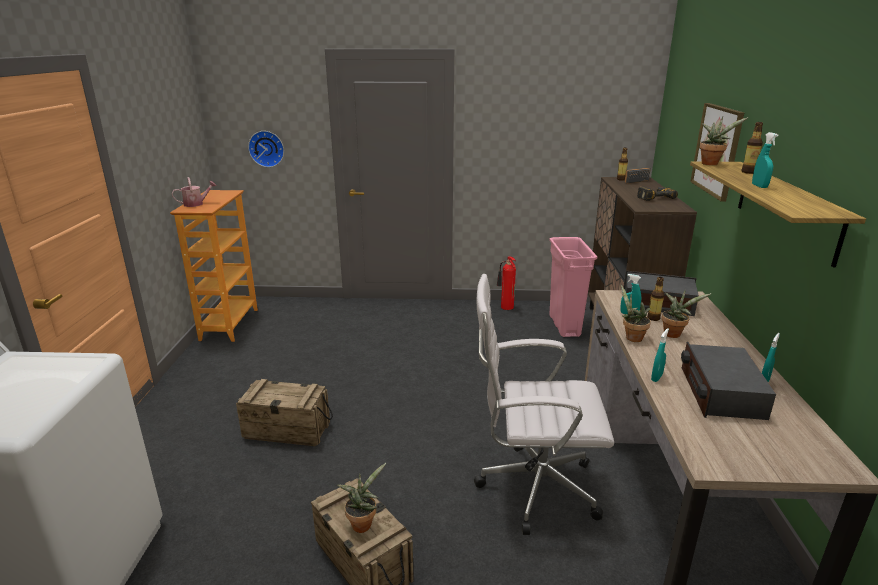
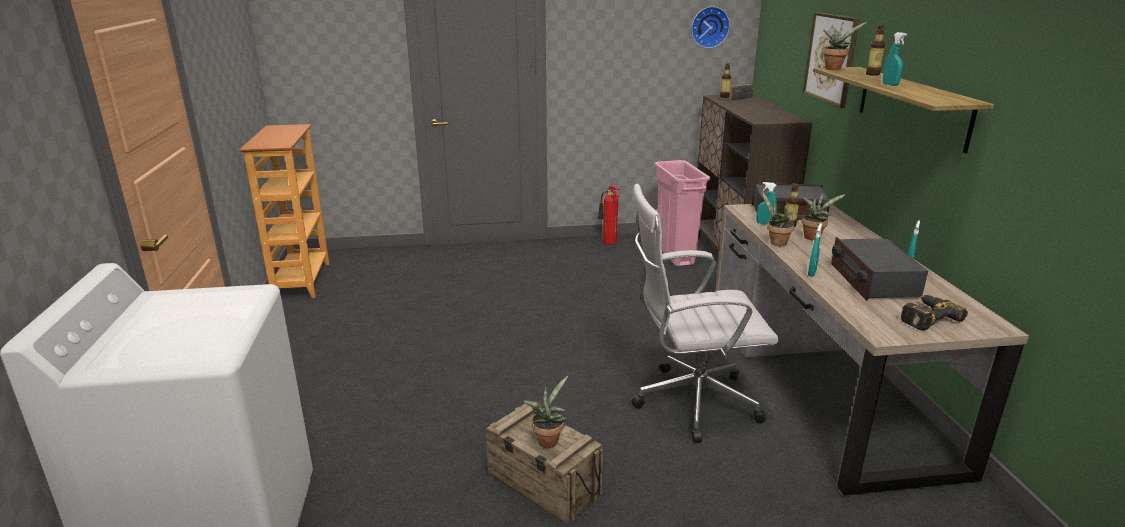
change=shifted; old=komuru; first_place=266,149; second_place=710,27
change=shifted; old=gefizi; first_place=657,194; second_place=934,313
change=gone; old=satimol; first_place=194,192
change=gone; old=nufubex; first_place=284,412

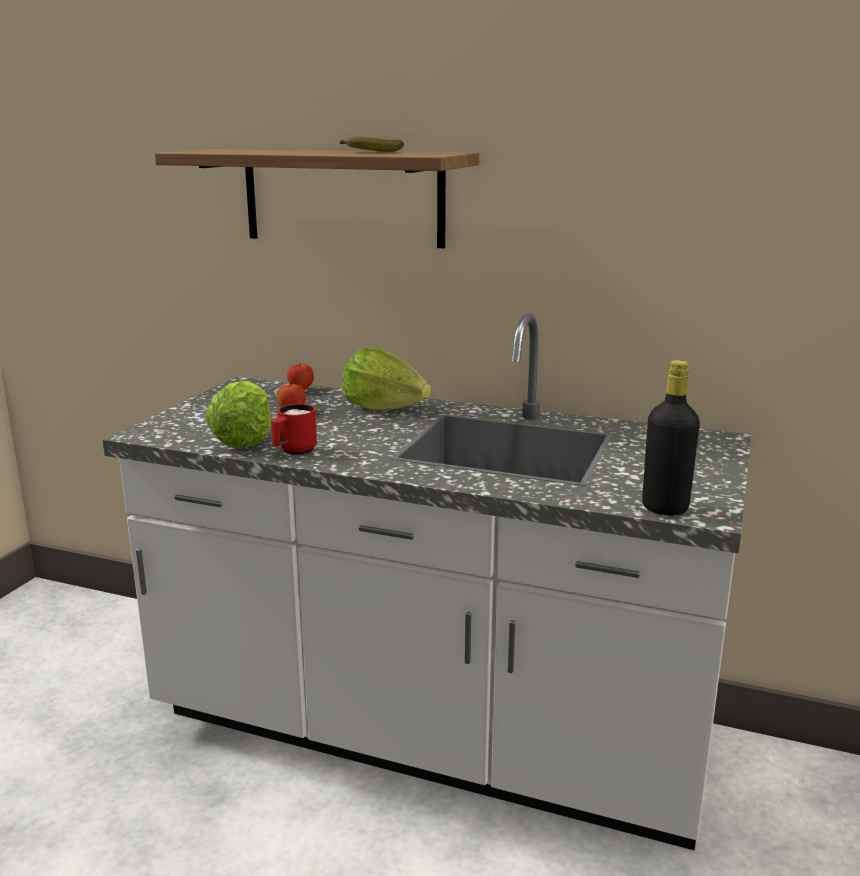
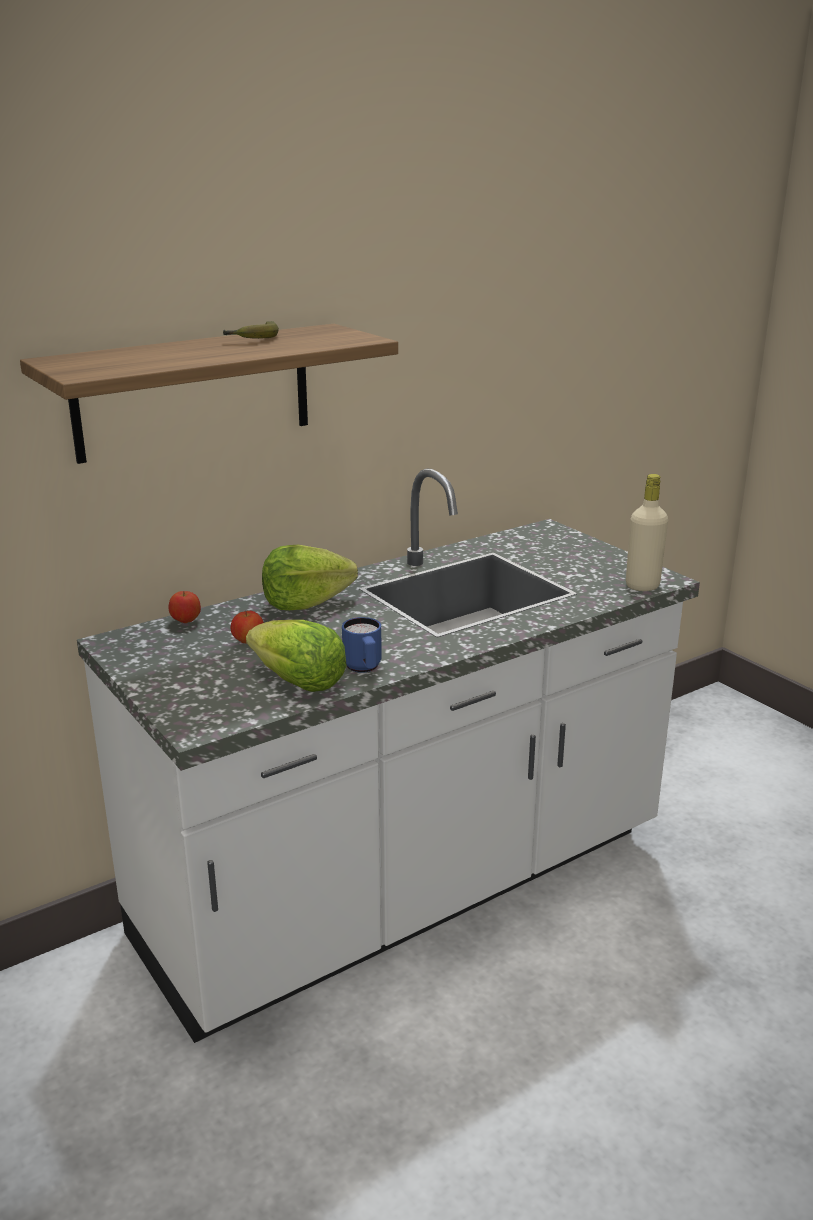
change=repainted; old=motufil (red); new=motufil (blue); first_place=294,429; second_place=362,645
change=repainted; old=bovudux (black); new=bovudux (beige); first_place=671,437; second_place=647,532

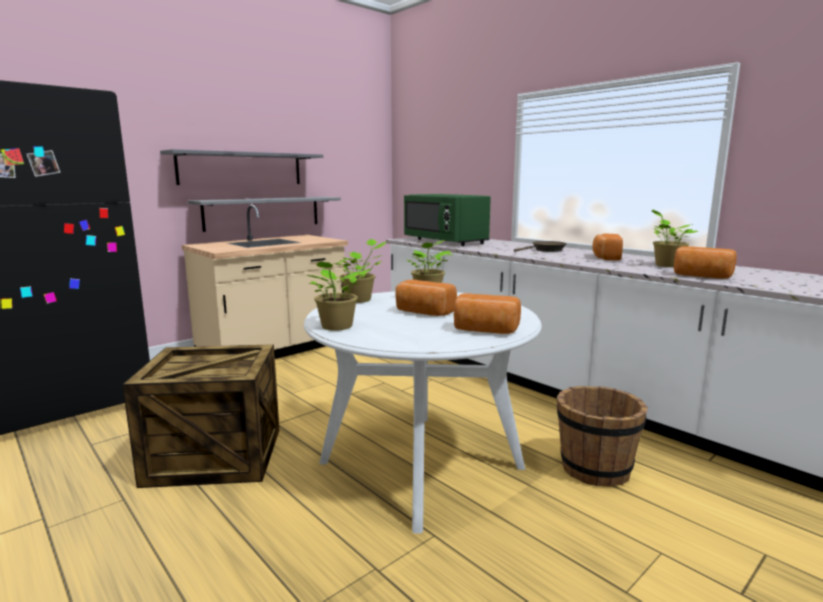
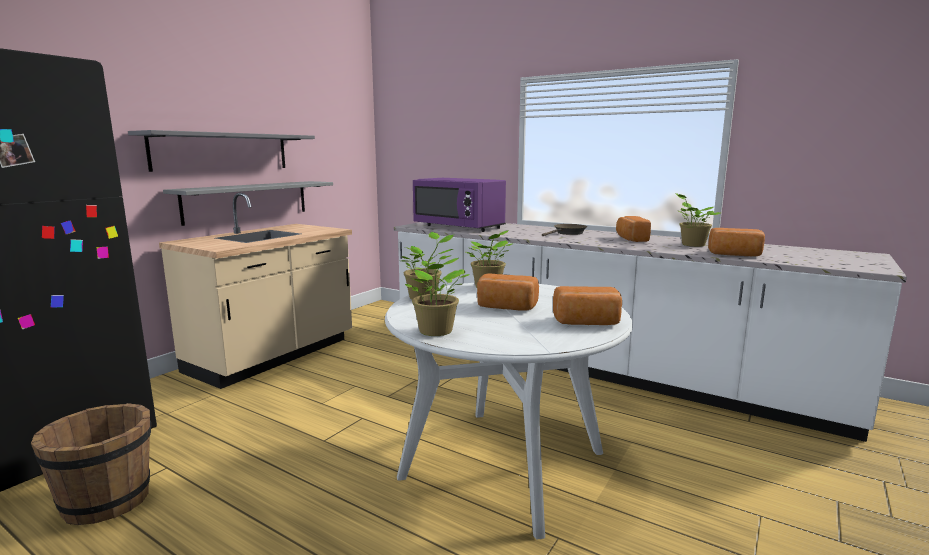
change=shifted; old=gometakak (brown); first_place=602,436; second_place=91,464
change=repainted; old=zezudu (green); new=zezudu (purple); first_place=447,220; second_place=459,205
change=gone; old=nufubex; first_place=200,416

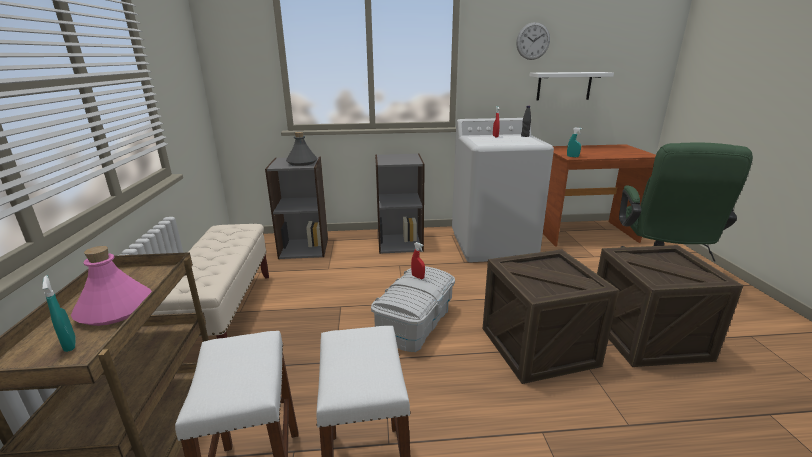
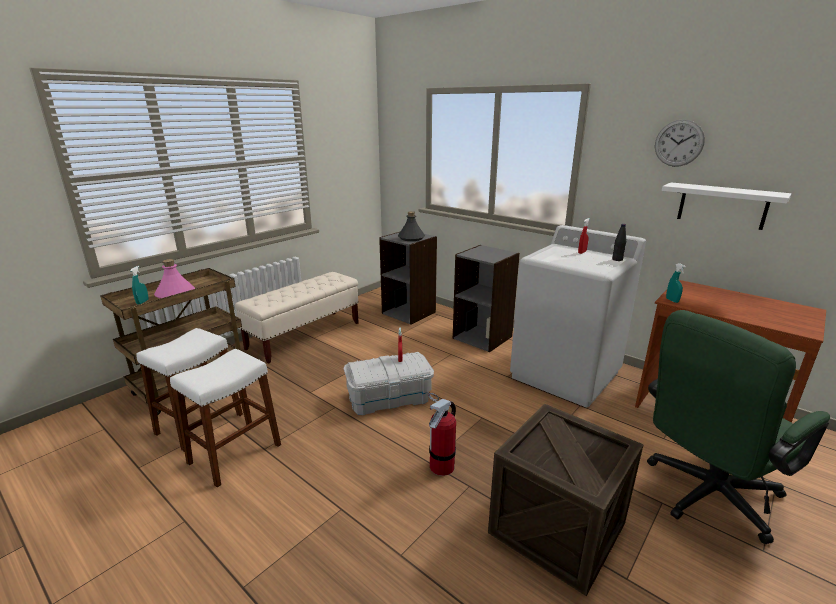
change=swapped; old=nufubex; new=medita; first_place=551,316; second_place=442,434

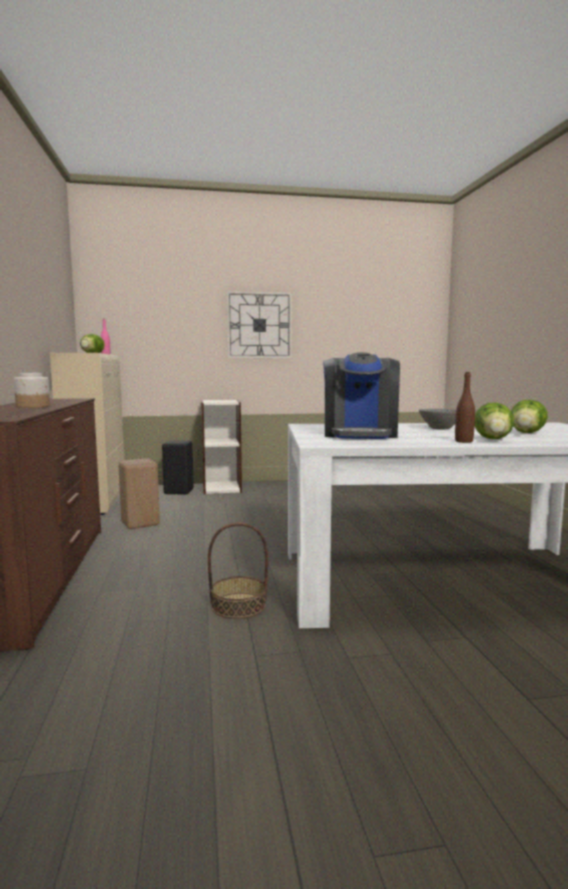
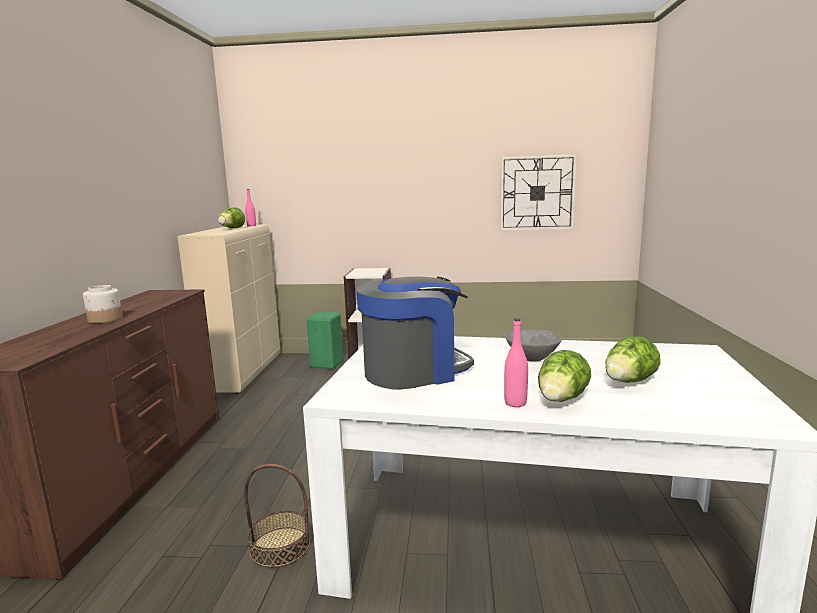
change=repainted; old=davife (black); new=davife (green); first_place=178,467; second_place=325,340
change=rotated; old=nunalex; first_place=361,395; second_place=415,333; degrees=-135
change=shifted; old=komuru; first_place=259,324; second_place=538,192
change=repainted; old=bovudux (brown); new=bovudux (pink); first_place=465,407; second_place=516,362
change=gone; old=davife (beige); first_place=139,493

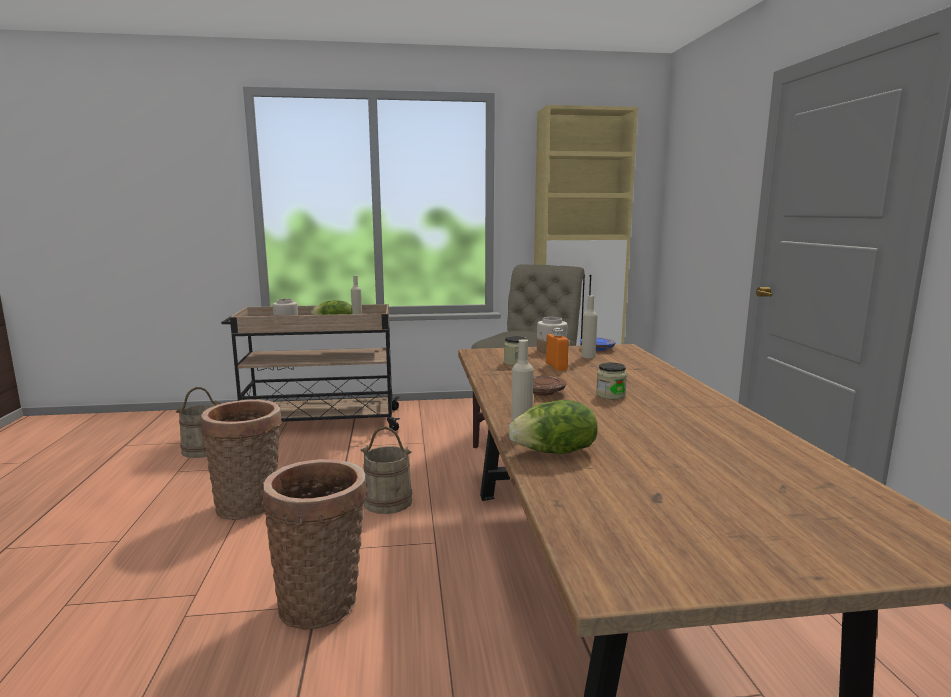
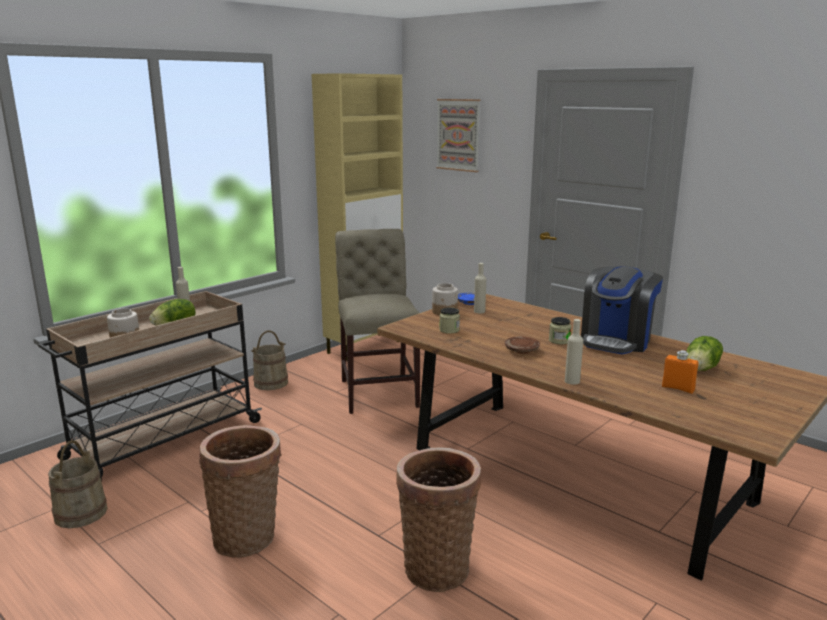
change=shifted; old=gometakak (beige); first_place=386,470; second_place=270,360
change=new; new=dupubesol; second_place=458,135
change=new; new=nunalex; second_place=622,310
change=shifted; old=bovudux (orange); first_place=557,349; second_place=680,372
change=shifted; old=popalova; first_place=553,427; second_place=704,353

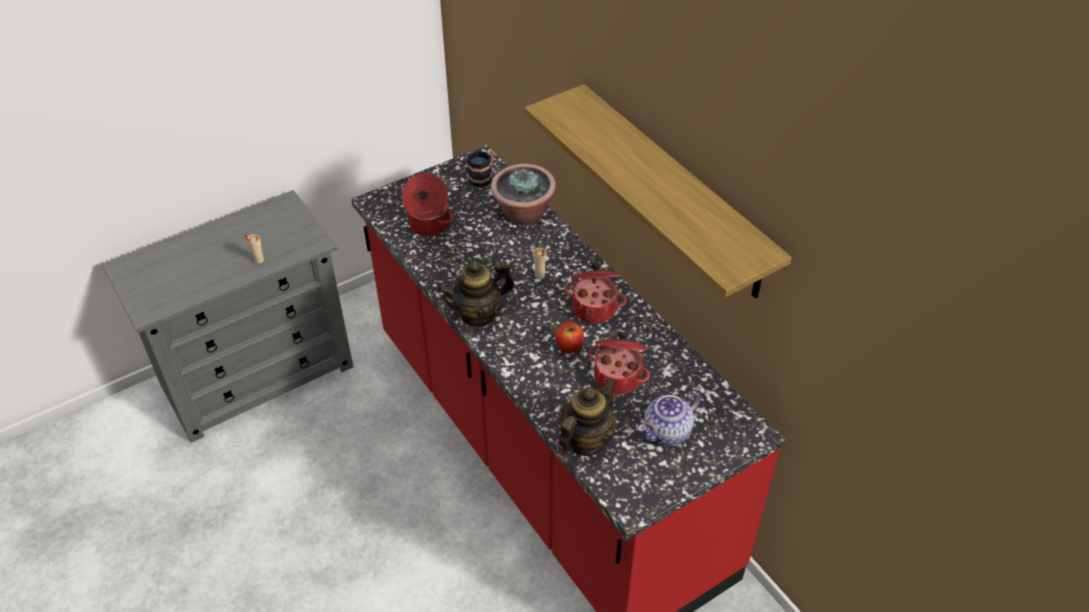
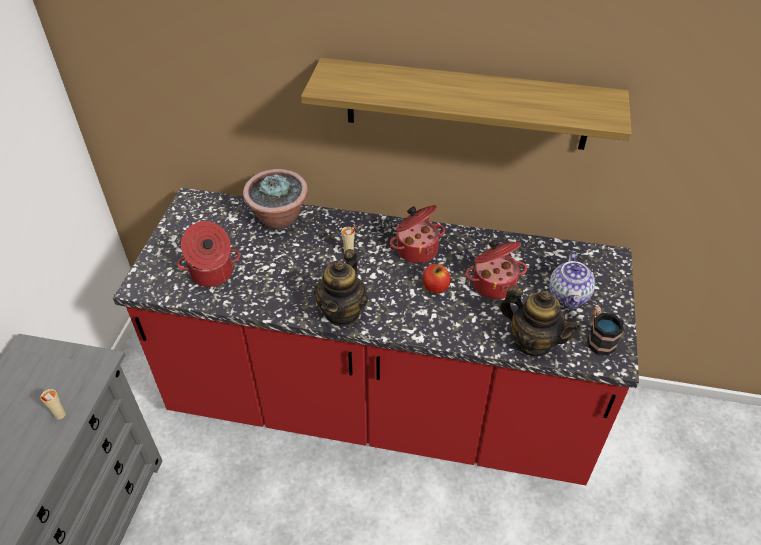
change=rotated; old=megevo; first_place=587,417; second_place=540,320; degrees=135
change=shifted; old=motufil; first_place=480,168; second_place=606,331

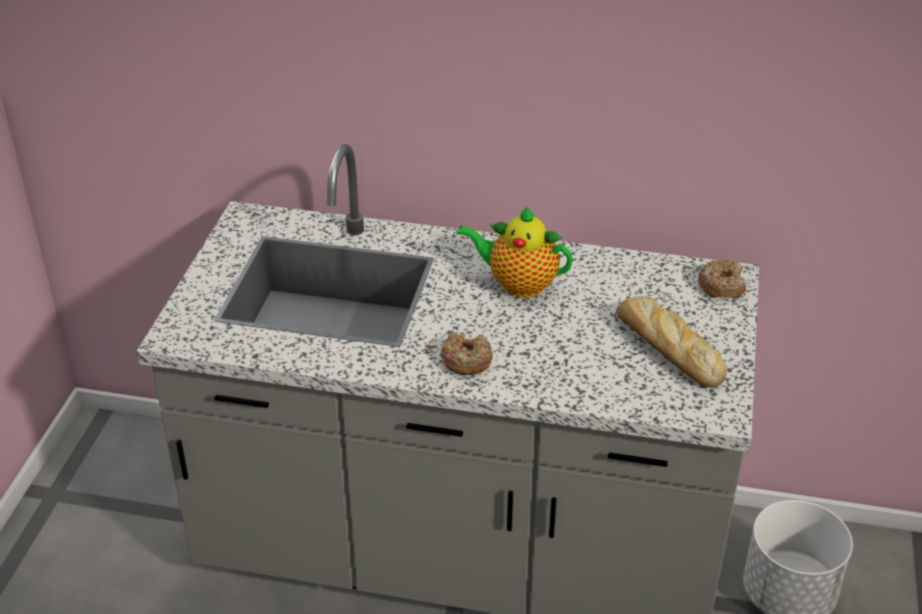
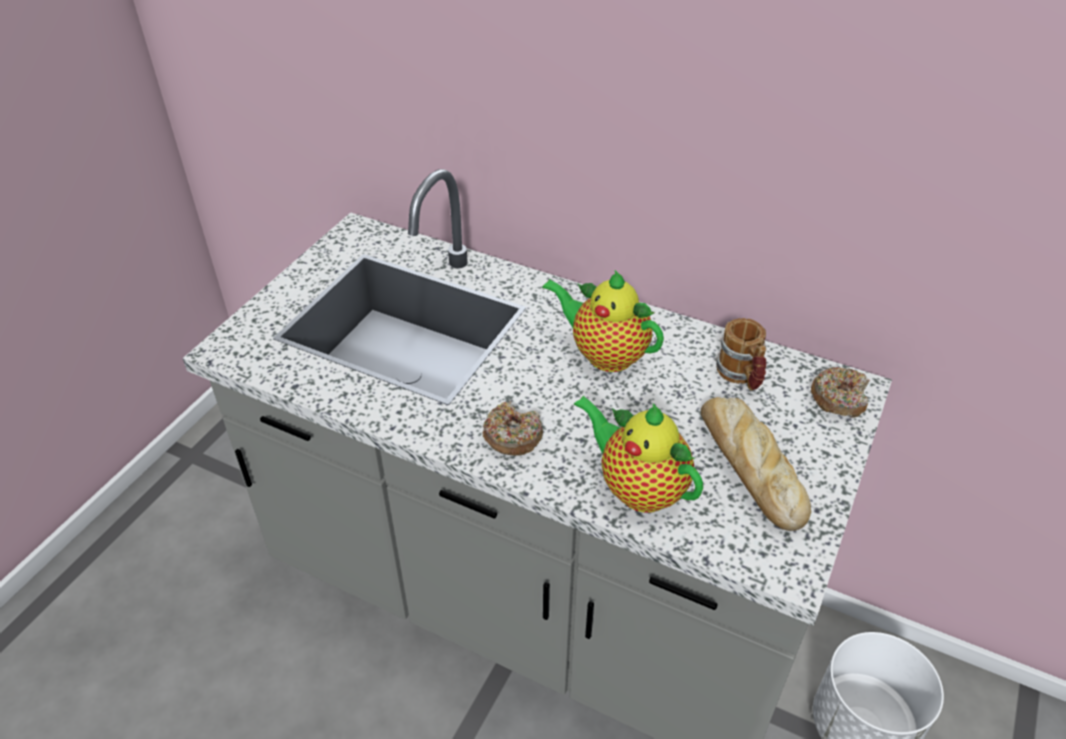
change=new; new=megevo; second_place=638,454
change=new; new=motufil; second_place=741,354

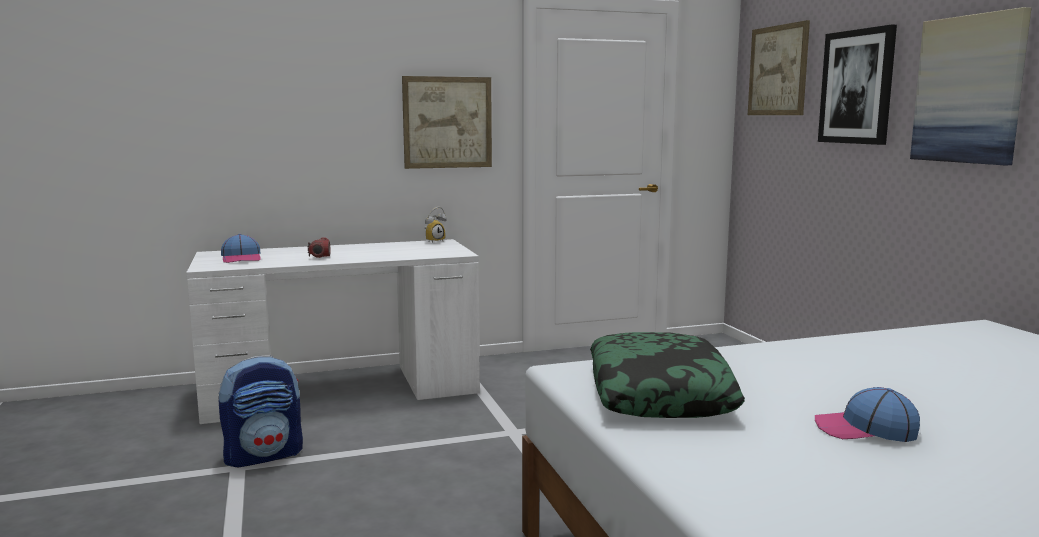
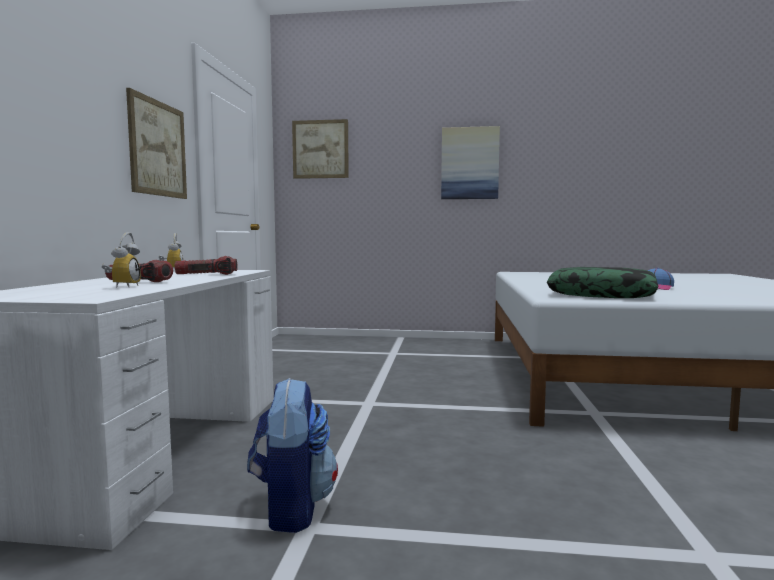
change=new; new=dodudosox; second_place=121,260
change=new; new=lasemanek; second_place=206,265
change=gone; old=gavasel; first_place=241,248
change=gone; old=dupubesol; first_place=857,84

